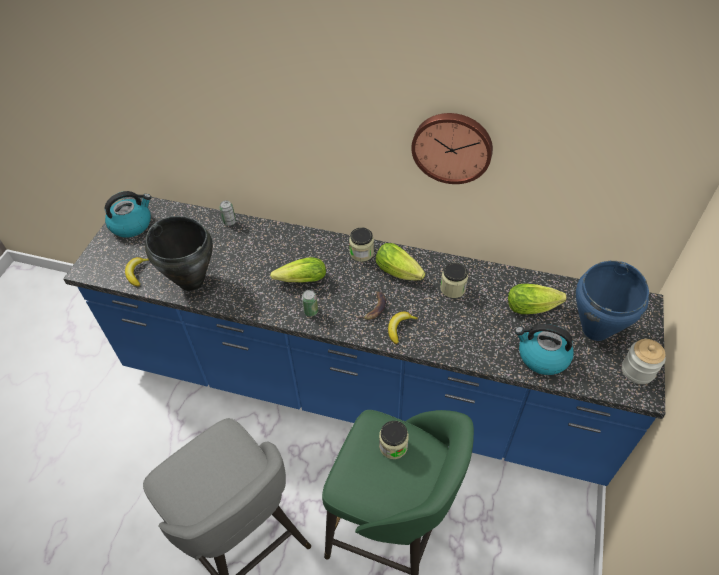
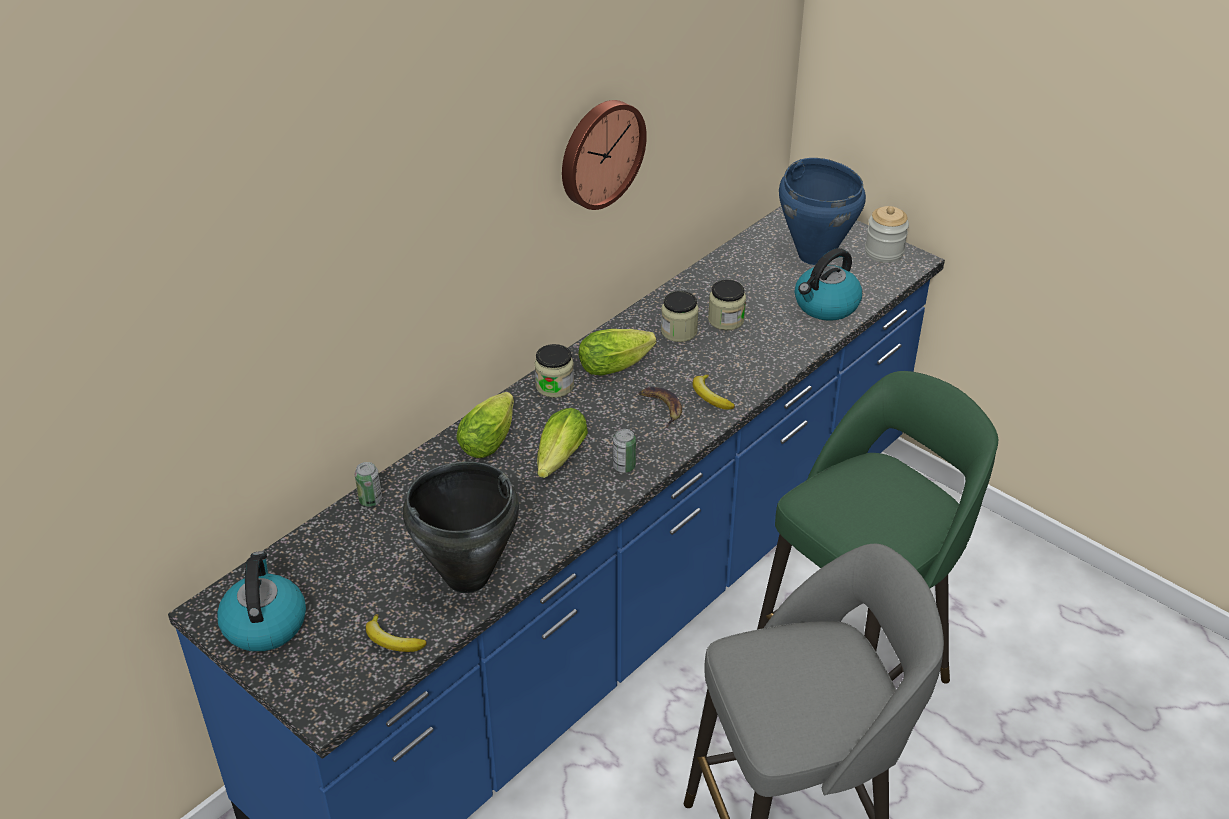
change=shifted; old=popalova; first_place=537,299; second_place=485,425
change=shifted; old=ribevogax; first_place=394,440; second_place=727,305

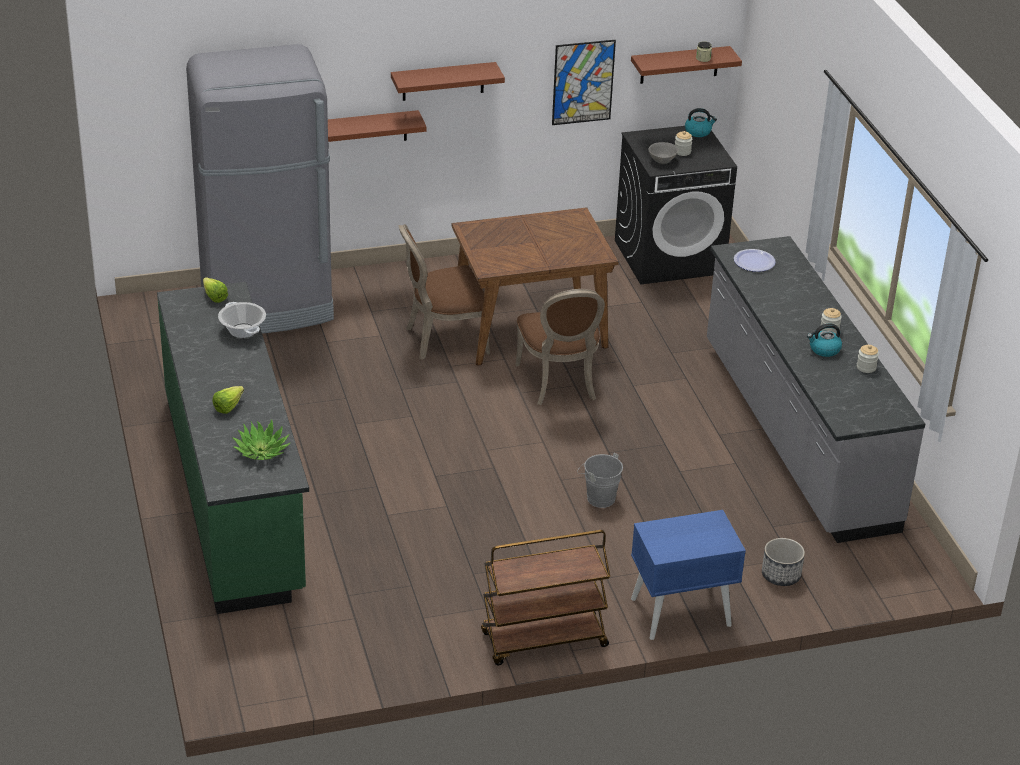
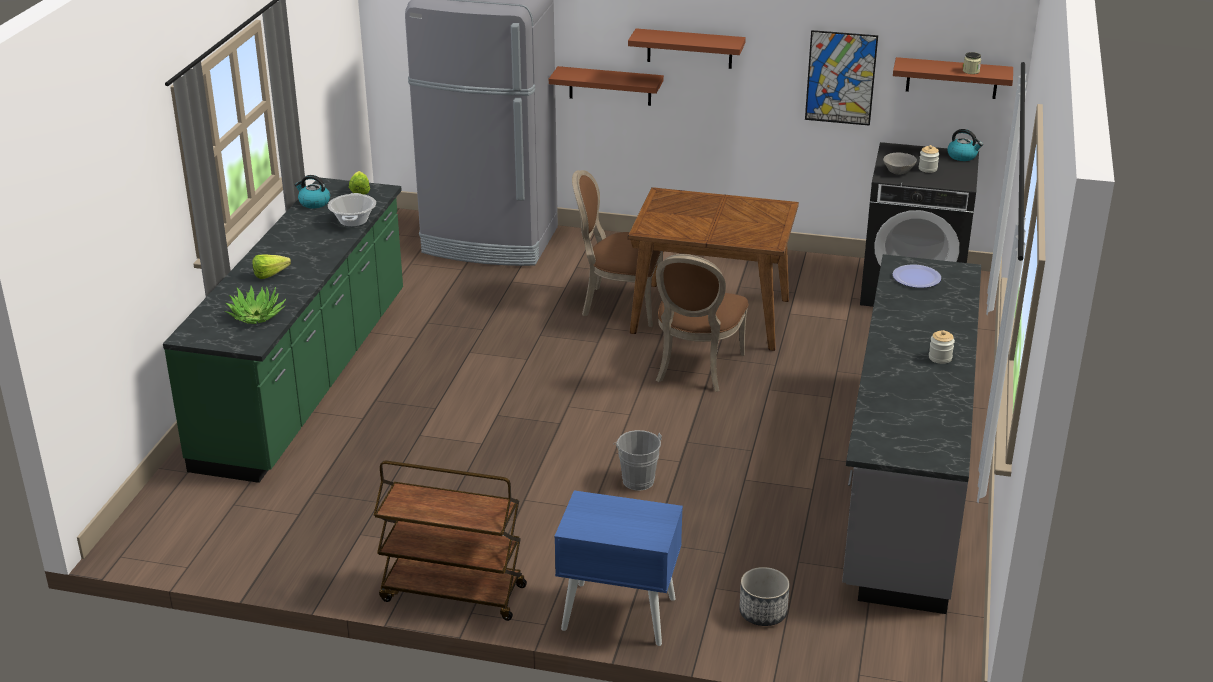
change=shifted; old=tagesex; first_place=824,340; second_place=312,191
change=gone; old=ribevogax; first_place=868,359

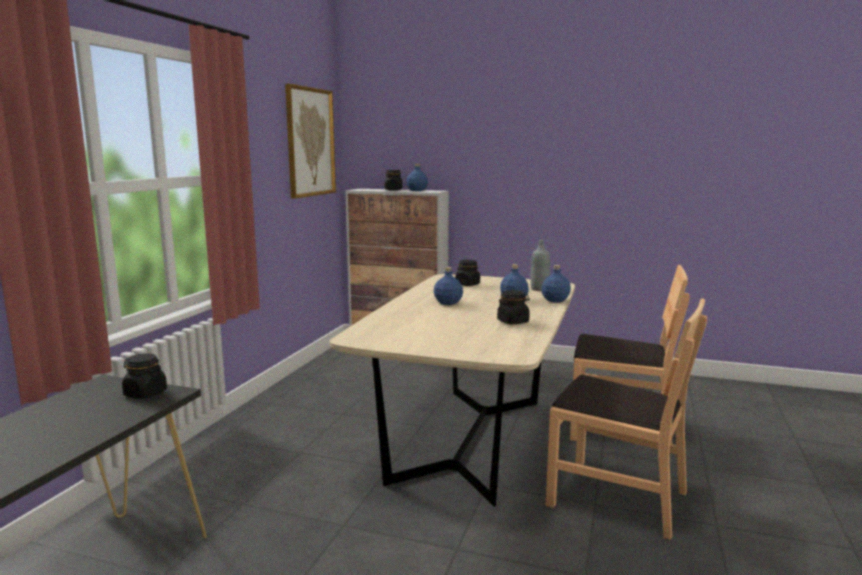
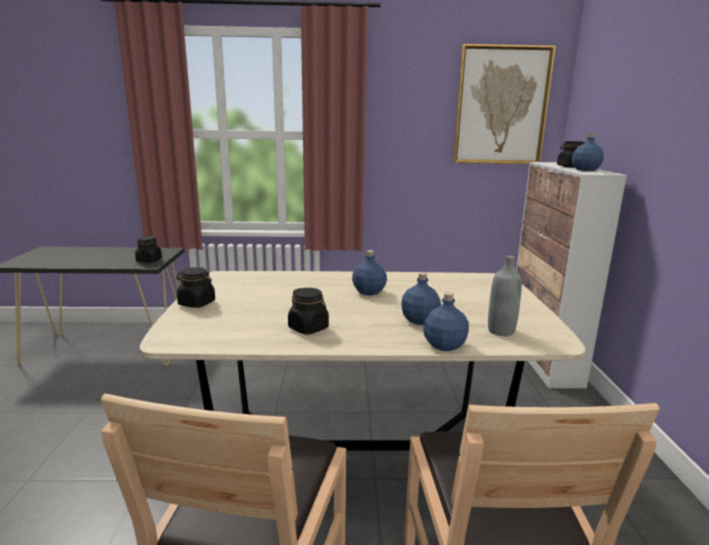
change=shifted; old=ribevogax (black); first_place=467,273; second_place=196,287

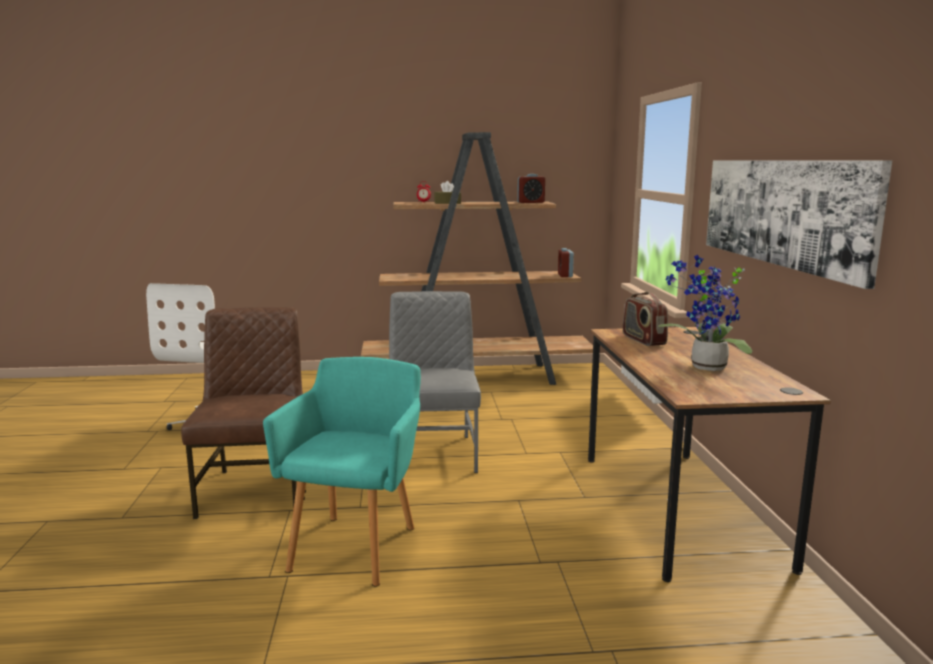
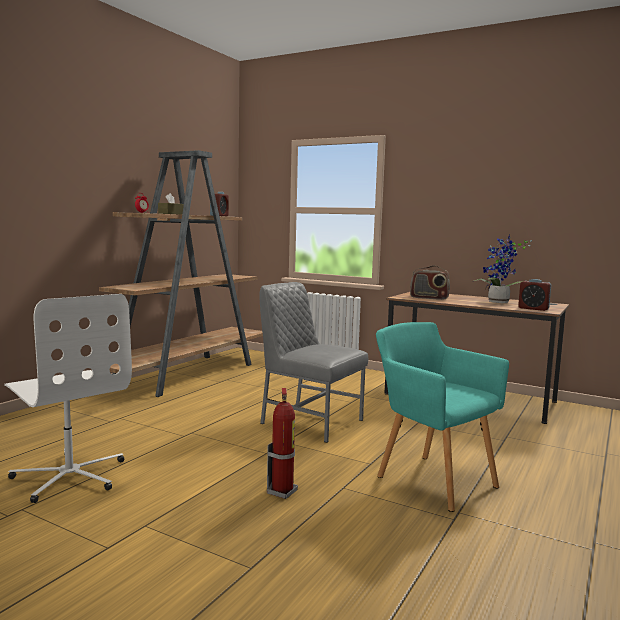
change=swapped; old=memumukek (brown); new=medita; first_place=242,413; second_place=282,443
change=shifted; old=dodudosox; first_place=566,262; second_place=534,295
change=gone; old=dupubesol; first_place=799,224

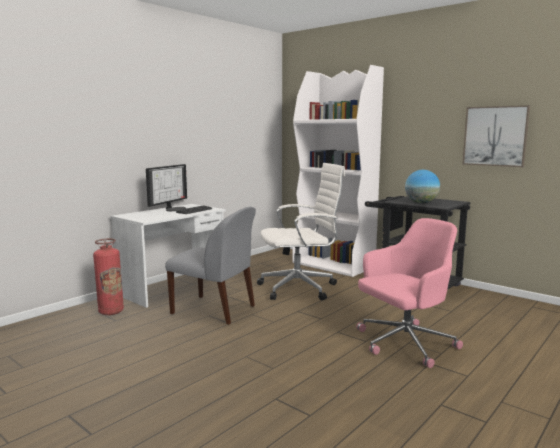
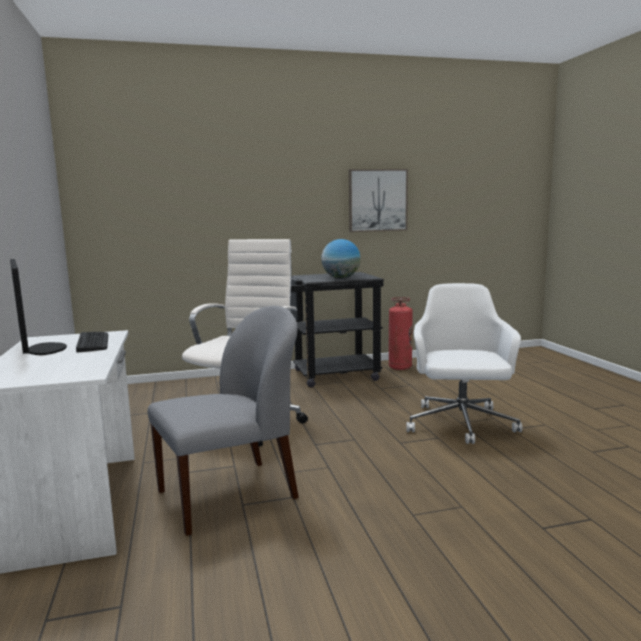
change=shifted; old=medita; first_place=108,276; second_place=401,333
change=repainted; old=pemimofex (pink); new=pemimofex (white); first_place=409,293; second_place=464,363
change=gone; old=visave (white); first_place=338,171

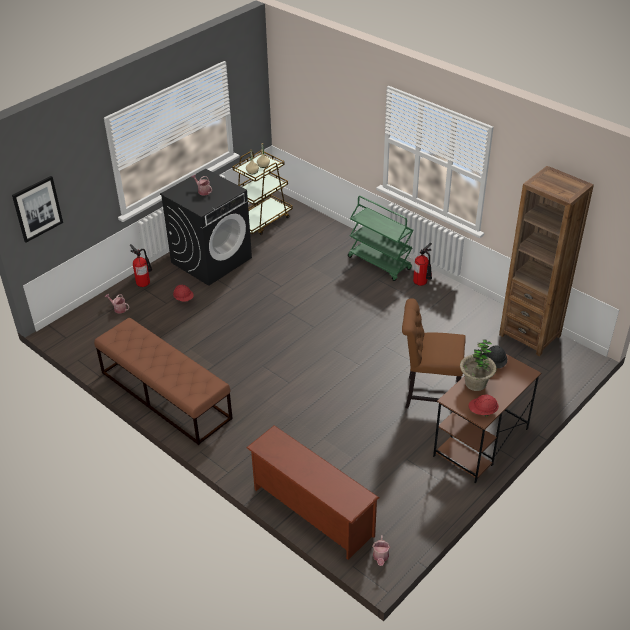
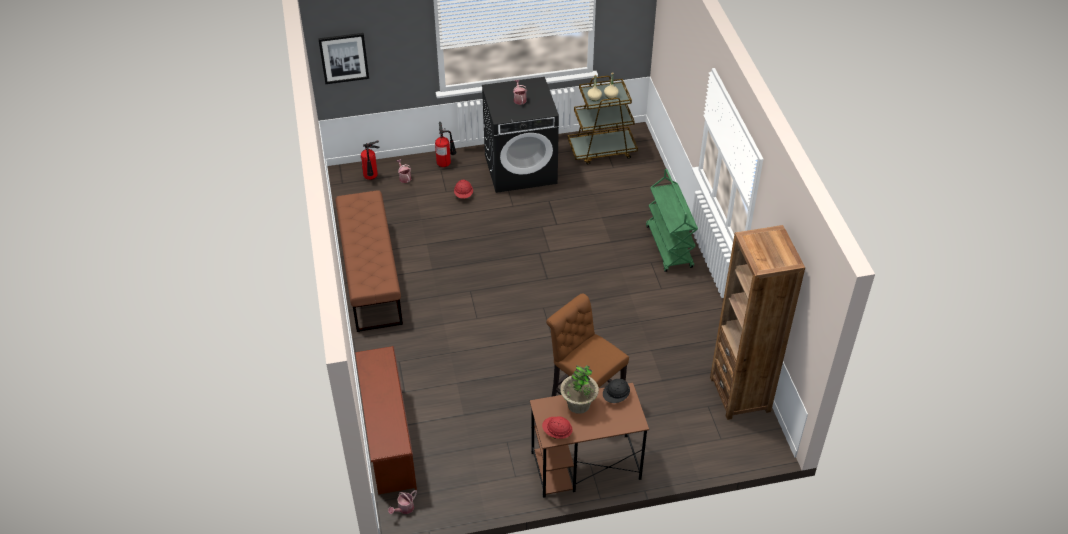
change=shifted; old=medita; first_place=422,264; second_place=370,160

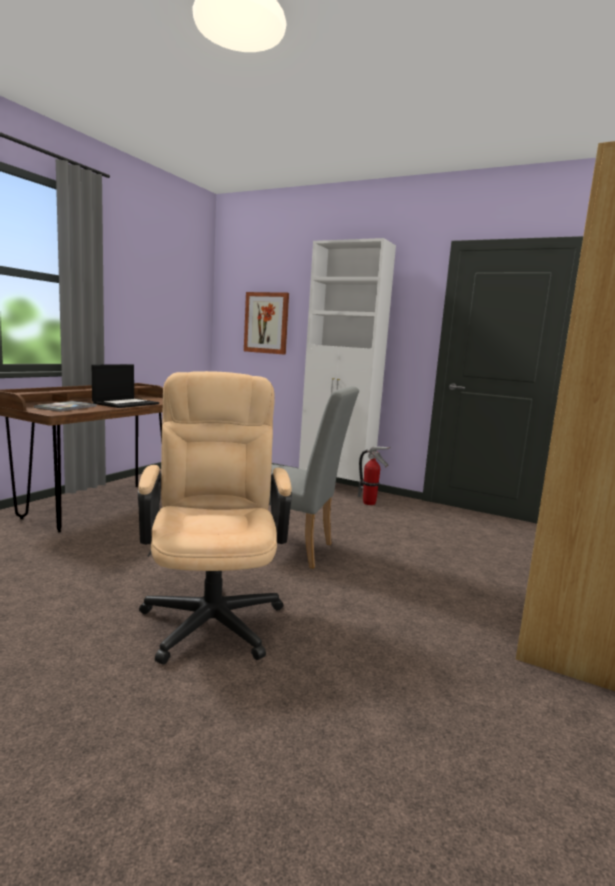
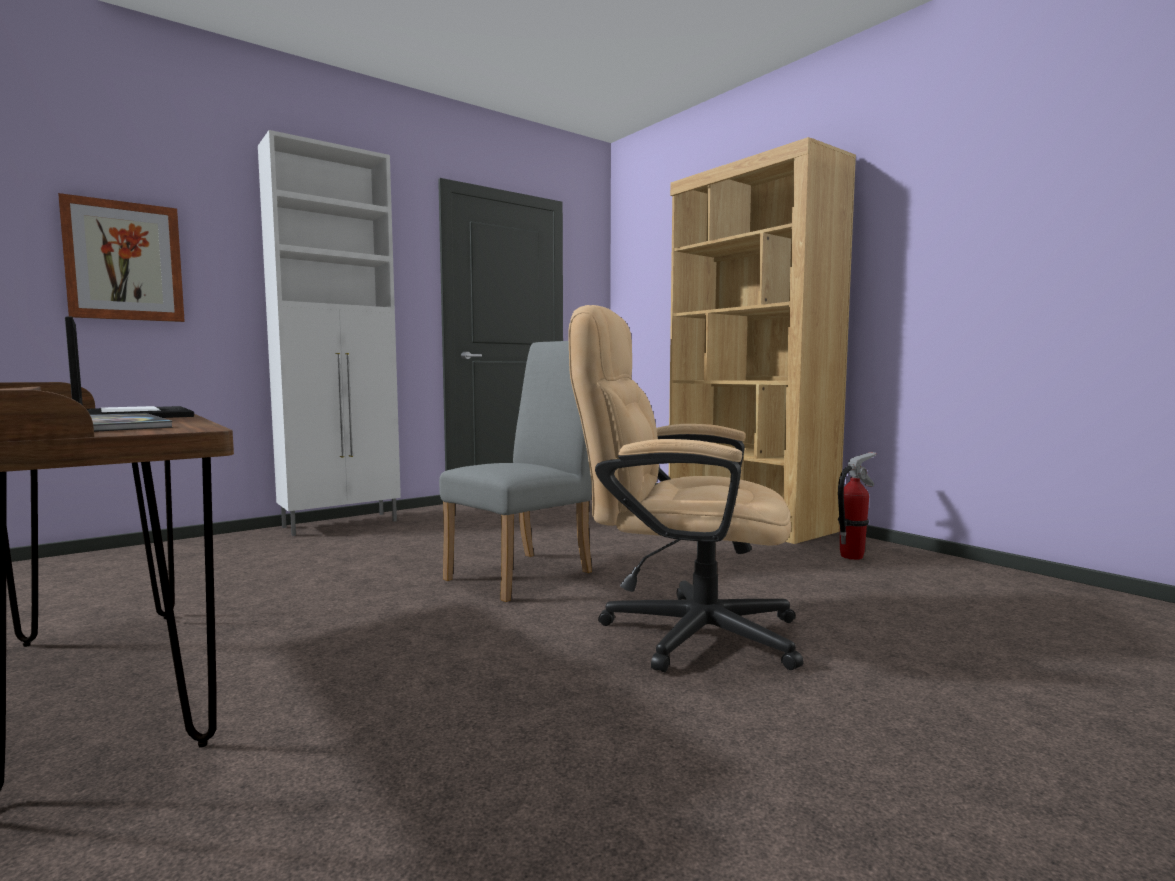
change=shifted; old=medita; first_place=375,475; second_place=857,506

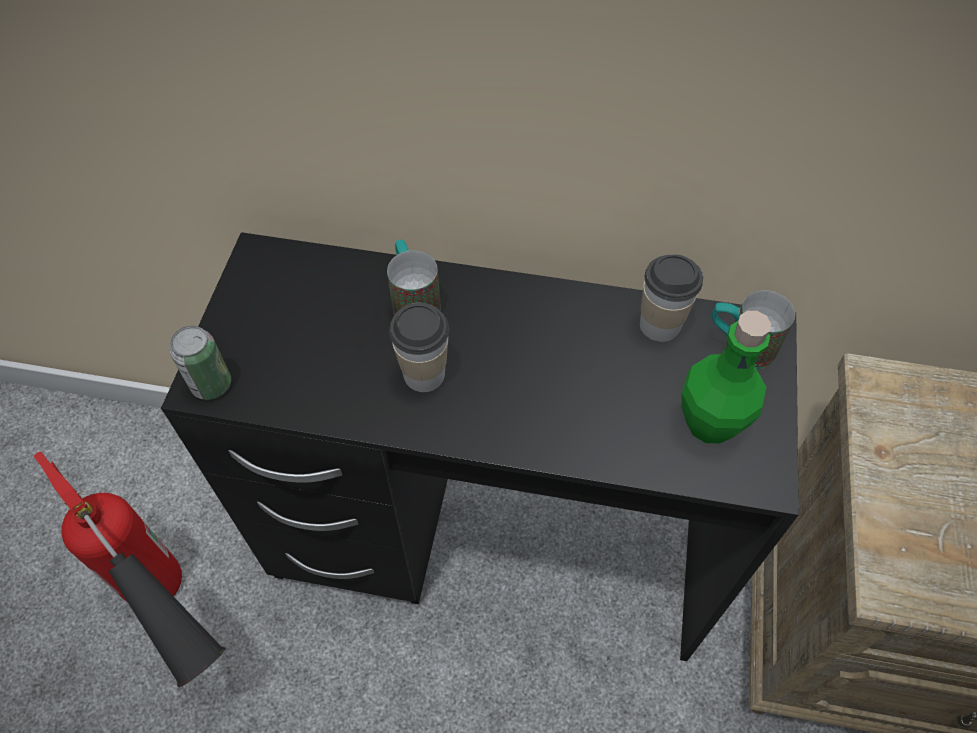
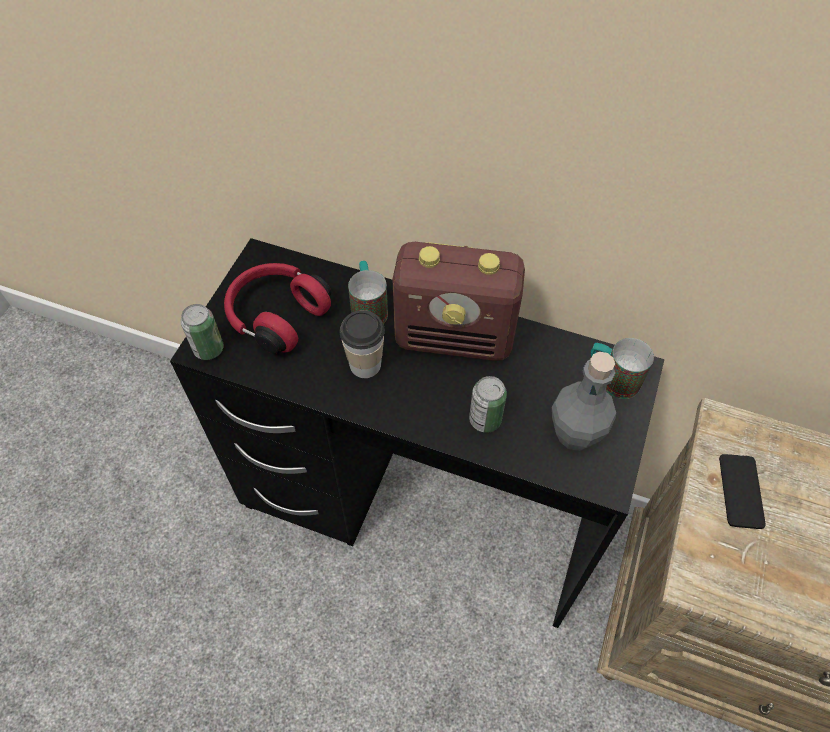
change=new; new=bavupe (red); second_place=277,308
change=new; new=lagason; second_place=458,301
change=new; new=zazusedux; second_place=488,404
change=repainted; old=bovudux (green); new=bovudux (grey); first_place=726,377; second_place=584,401
change=new; new=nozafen; second_place=742,491
change=gone; old=medita; first_place=129,569
change=gone; old=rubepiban; first_place=671,298

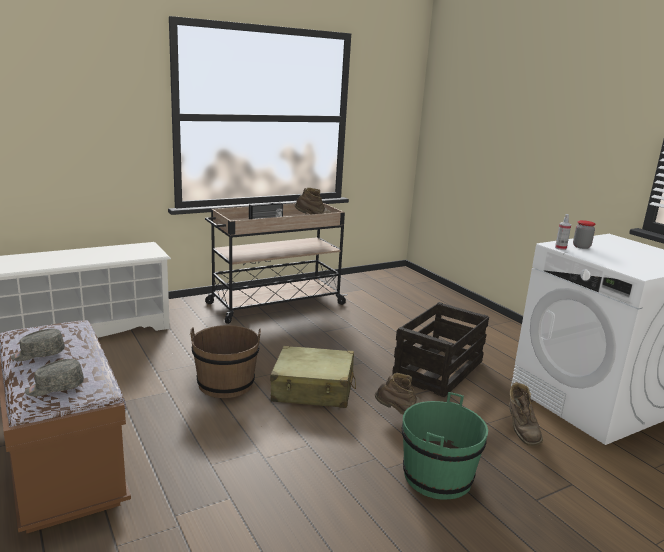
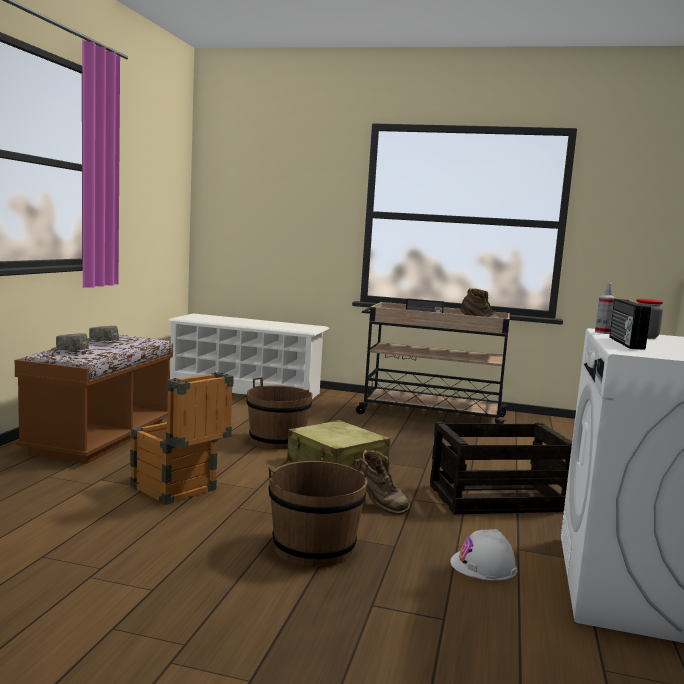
change=new; new=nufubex; second_place=182,438
change=repainted; old=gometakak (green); new=gometakak (brown); first_place=445,446; second_place=318,512
change=swapped; old=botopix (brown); new=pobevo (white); first_place=526,414; second_place=483,555
change=new; new=lagason; second_place=630,324

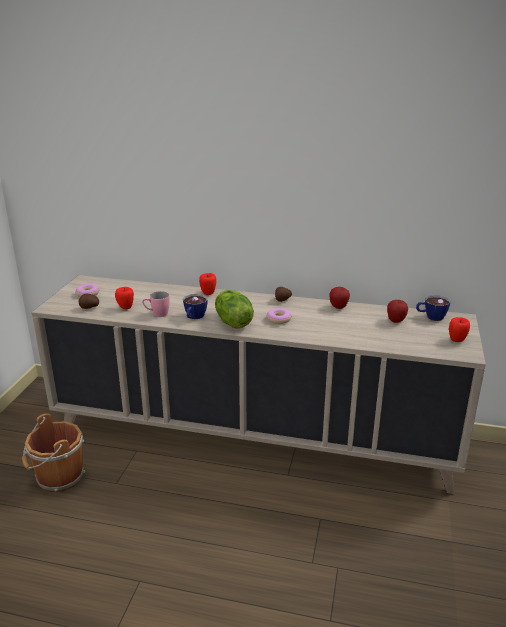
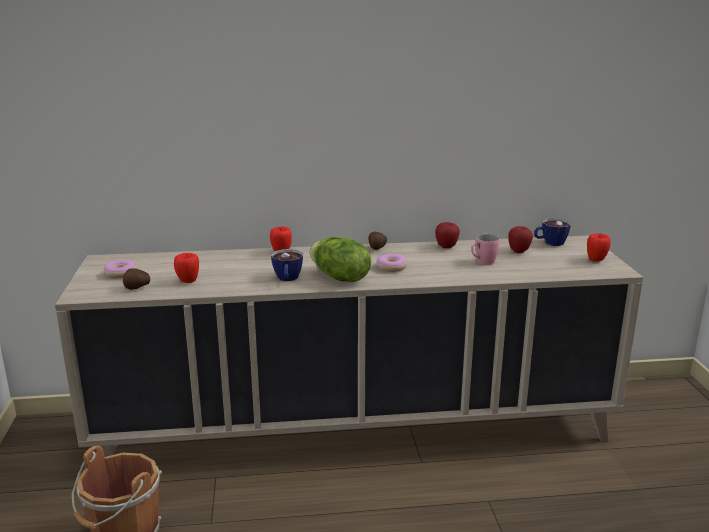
change=shifted; old=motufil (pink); first_place=156,304; second_place=485,249

